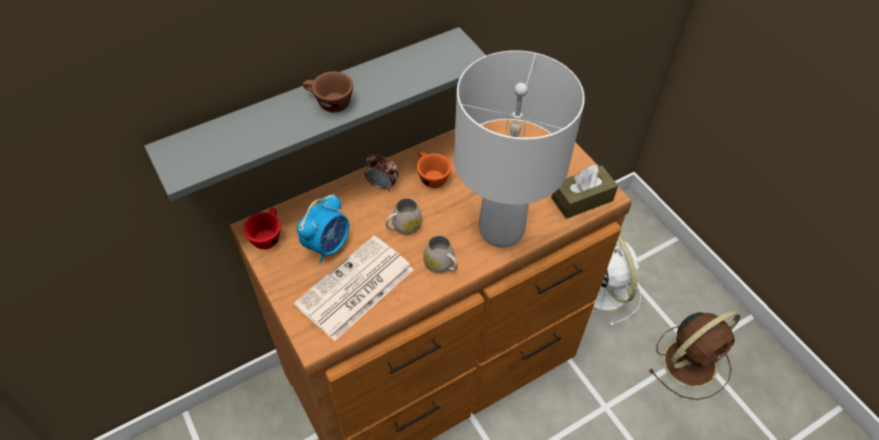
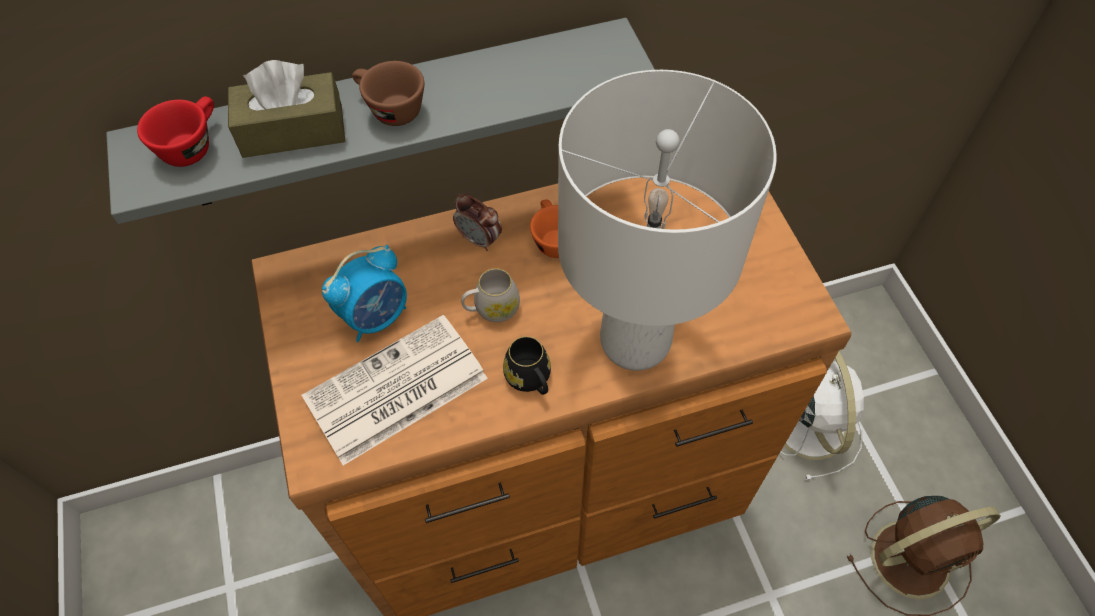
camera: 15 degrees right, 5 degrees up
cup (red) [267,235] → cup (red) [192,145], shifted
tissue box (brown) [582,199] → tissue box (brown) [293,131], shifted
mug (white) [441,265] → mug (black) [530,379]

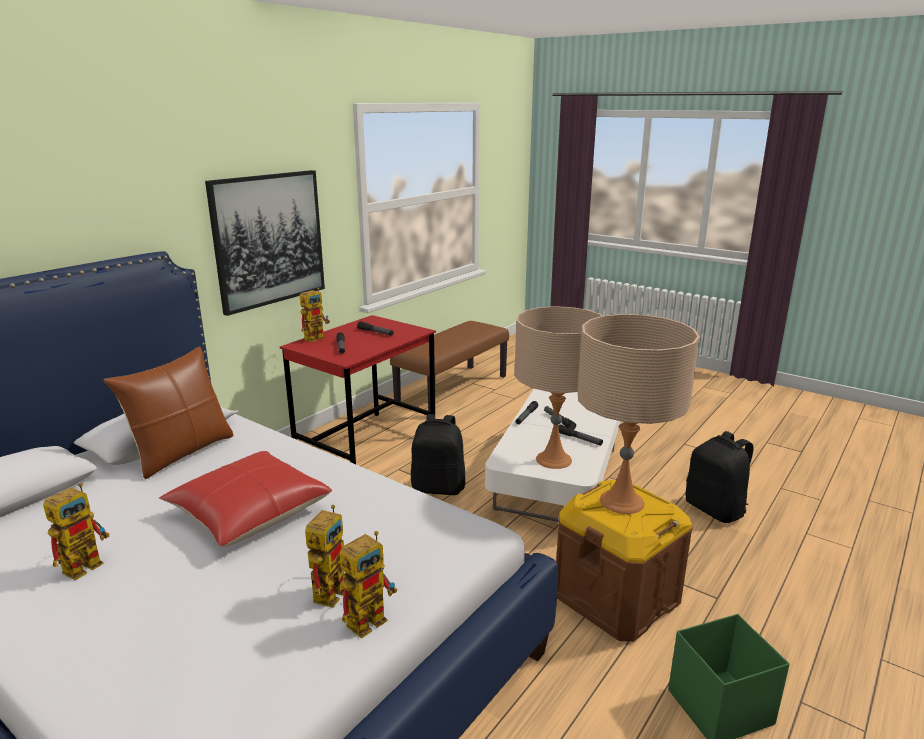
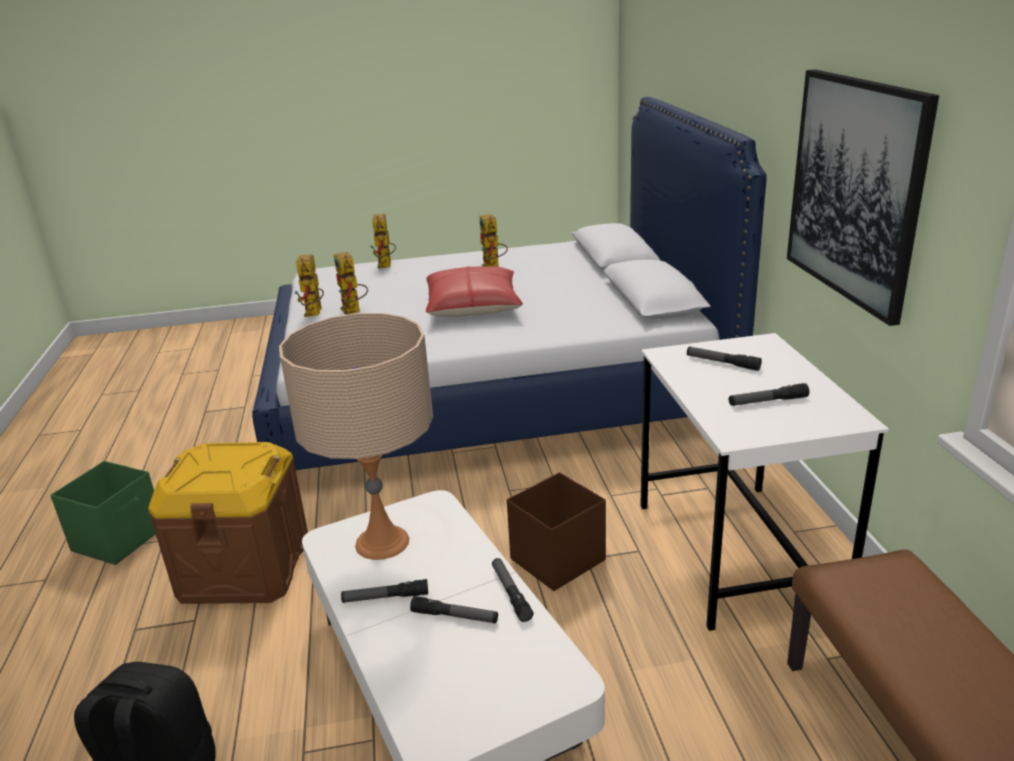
camera: 135 degrees right, 5 degrees up
toy robot [317,337] → toy robot [386,266], shifted
backpack (black) [439,487] → storage box (brown) [556,560]
desk (red) [366,445] → desk (white) [738,553]
pillow (brown) [182,452] → -
table lamp (beige) [621,501] → -

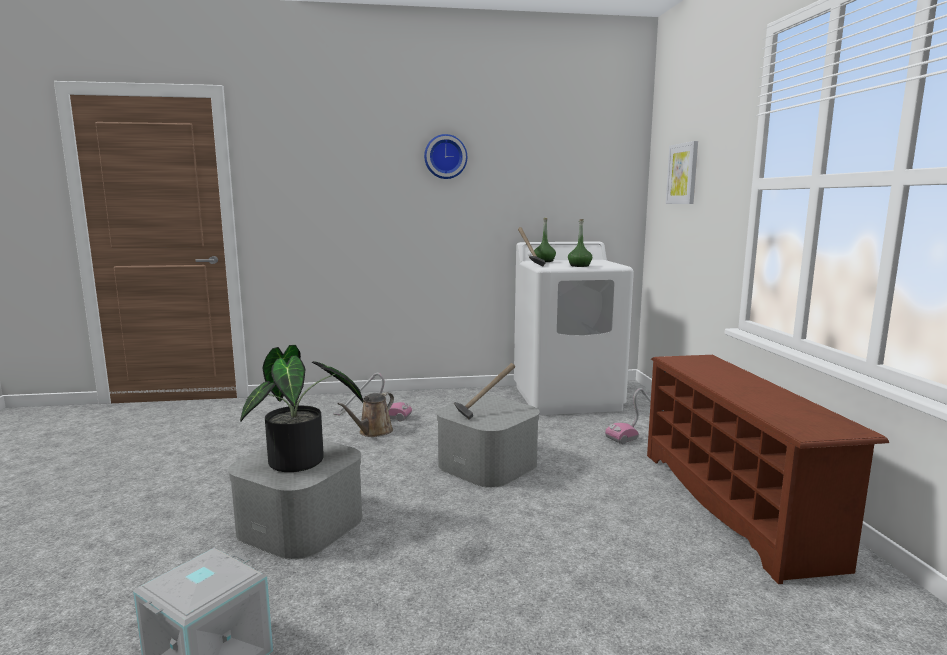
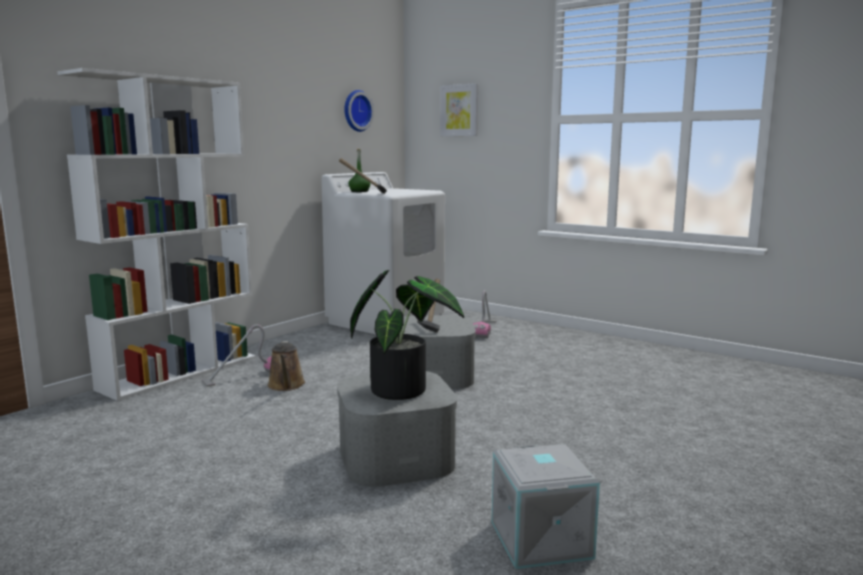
camera: 45 degrees left, 0 degrees up
- → bookcase (white) [180,372]
wall clock [445,157] → wall clock [356,111], shifted
bottle (green) [579,266] → -
shoe rack (brown) [735,505] → -

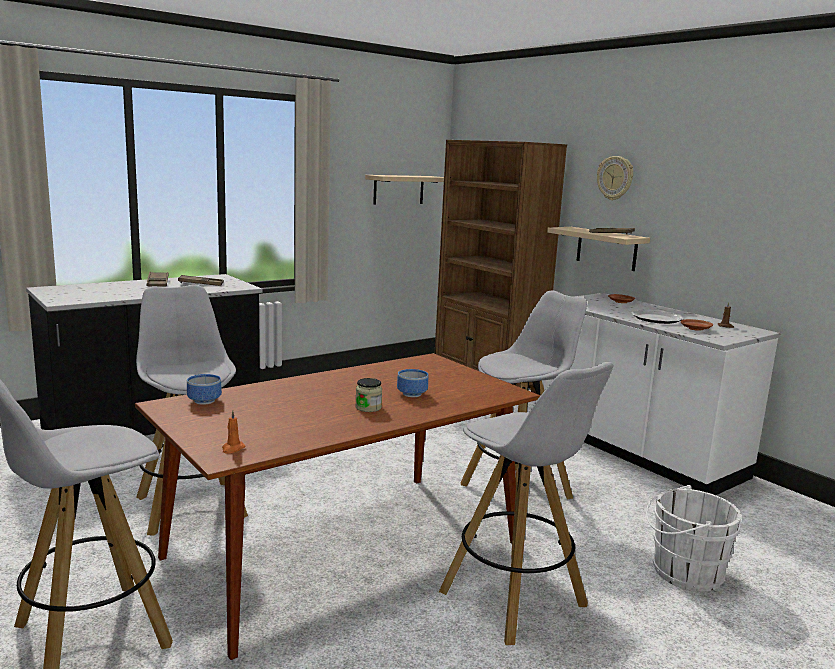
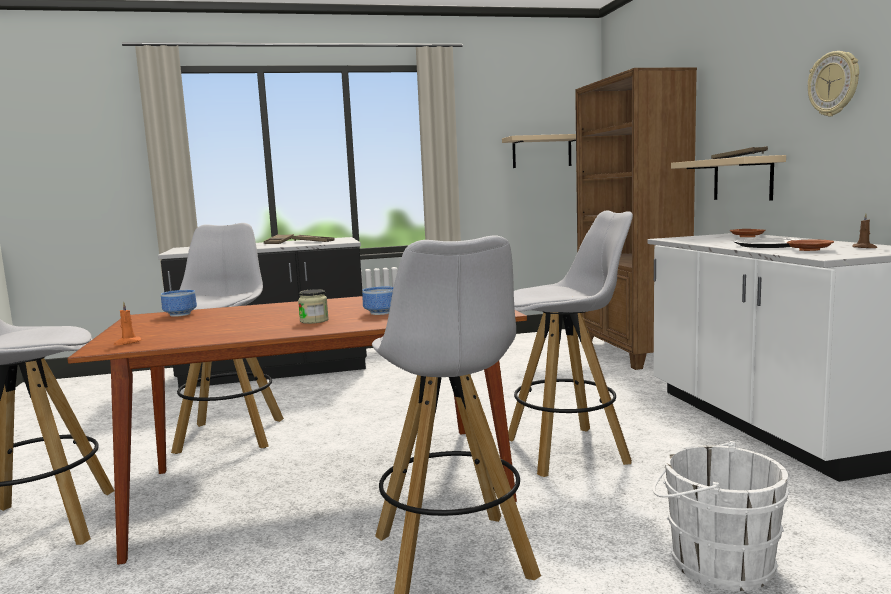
camera: 25 degrees right, 5 degrees down
wall clock [615,178] → wall clock [834,84], shifted

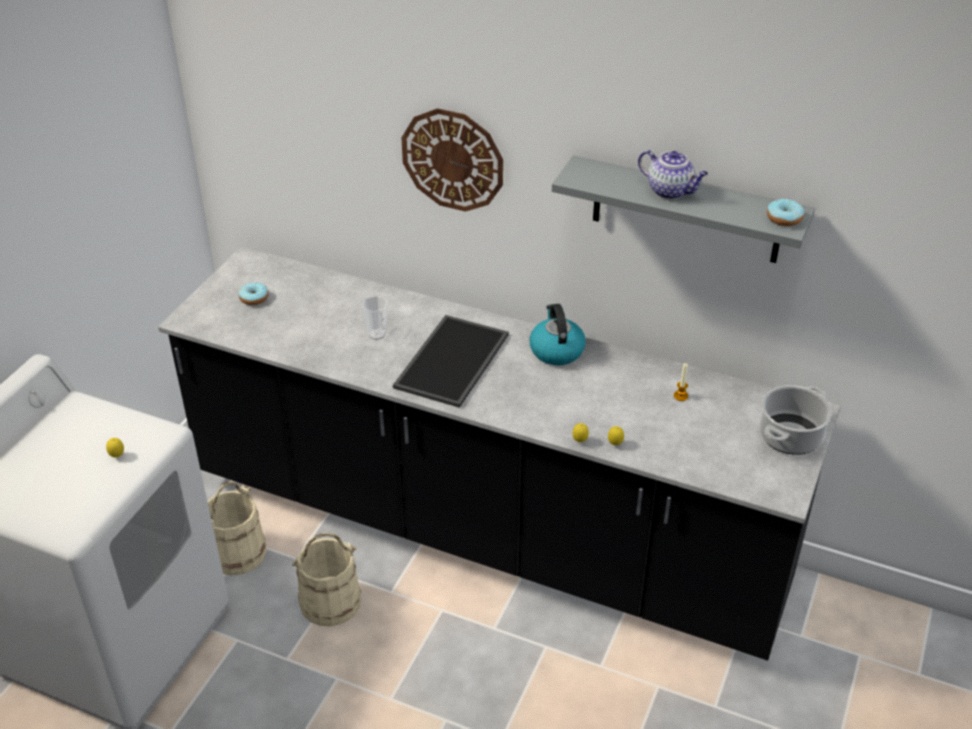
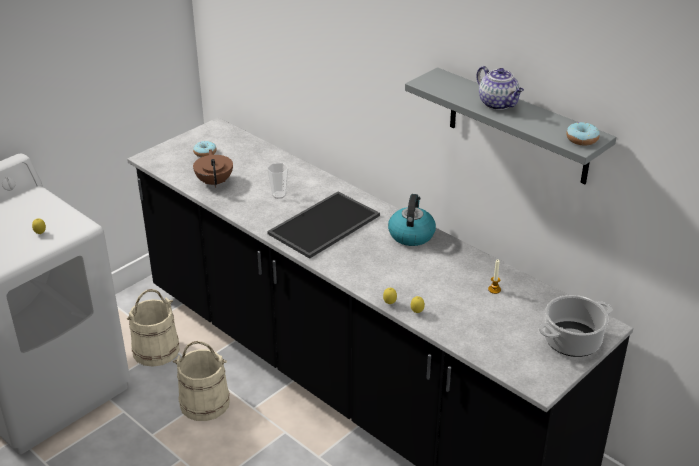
camera: 20 degrees right, 5 degrees down
- → teapot (brown) [215,182]
wall clock [453,160] → -

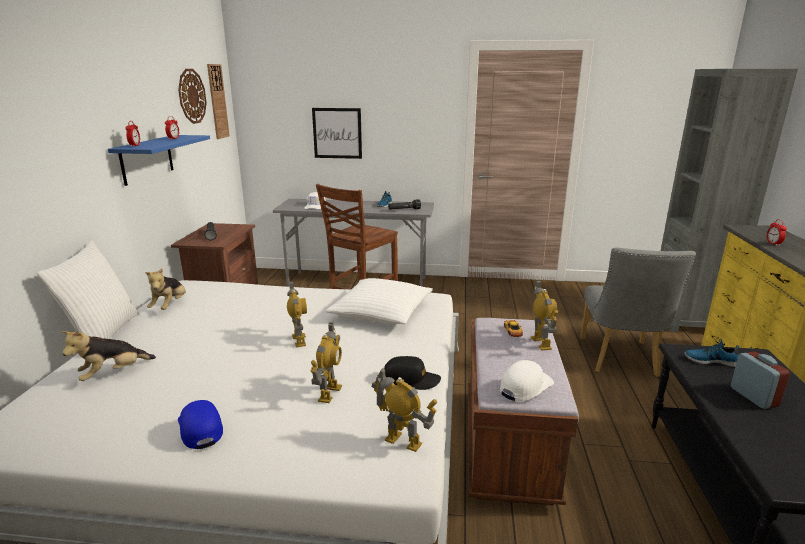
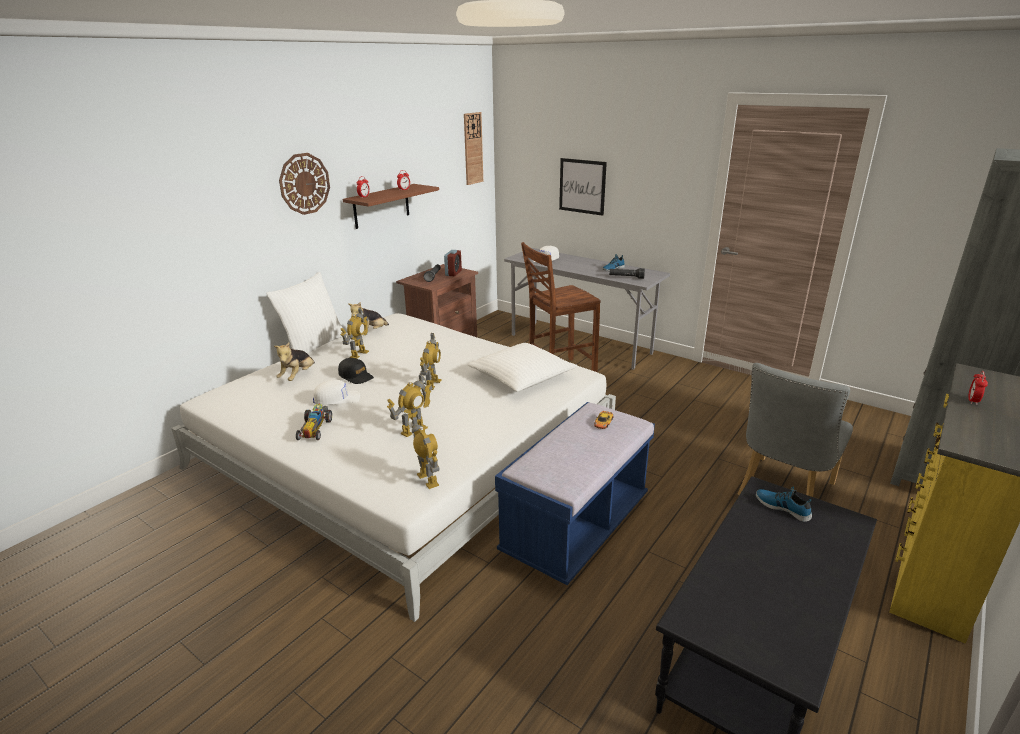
camera: 30 degrees right, 5 degrees up
plush toy [113,373] → plush toy [298,376], 60 degrees counterclockwise
wall clock [192,96] → wall clock [304,183], shifted
cap (blue) [200,428] → toy car [315,428]
cap (white) [525,386] → cap (white) [337,399], shifted
cap (black) [411,380] → cap (black) [356,376], shifted
toy robot [541,343] → toy robot [359,354], shifted
shelf (blue) [147,159] → shelf (brown) [381,206]
alarm clock [753,397] → alarm clock [453,273], shifted
bench (brown) [507,445] → bench (blue) [576,527]

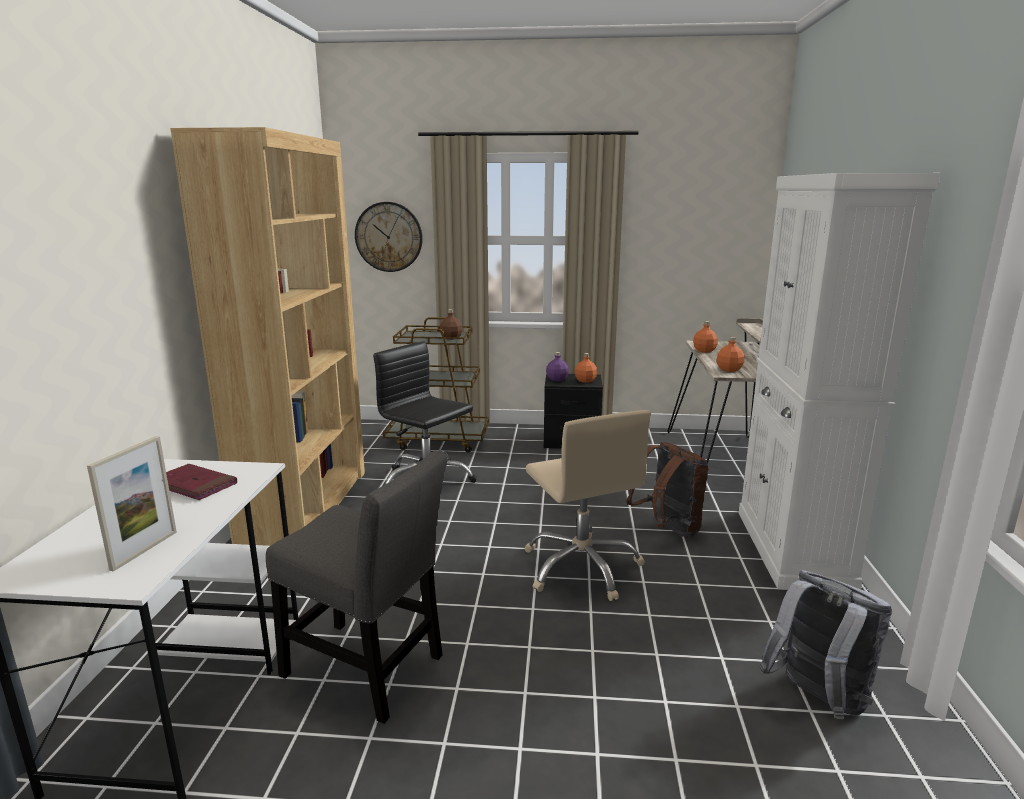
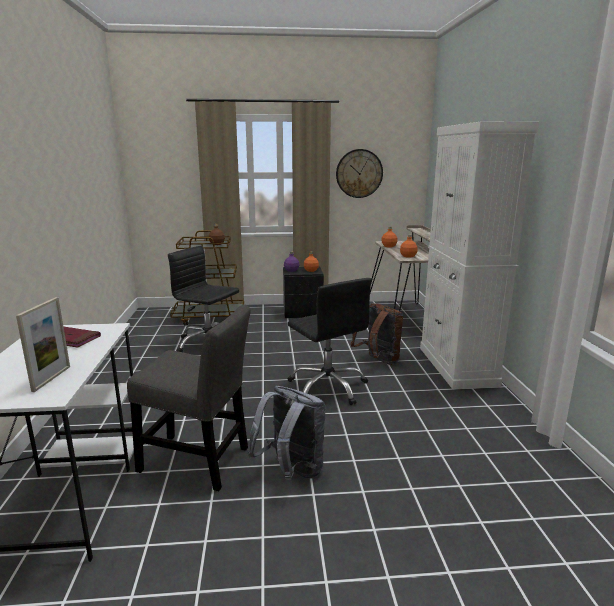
camera: 10 degrees left, 0 degrees up
backpack (grey) [817,700] → backpack (grey) [291,472], shifted
office chair (beige) [582,567] → office chair (black) [328,387]
wall clock [389,237] → wall clock [359,173], shifted
bookcase (brown) [306,504] → -

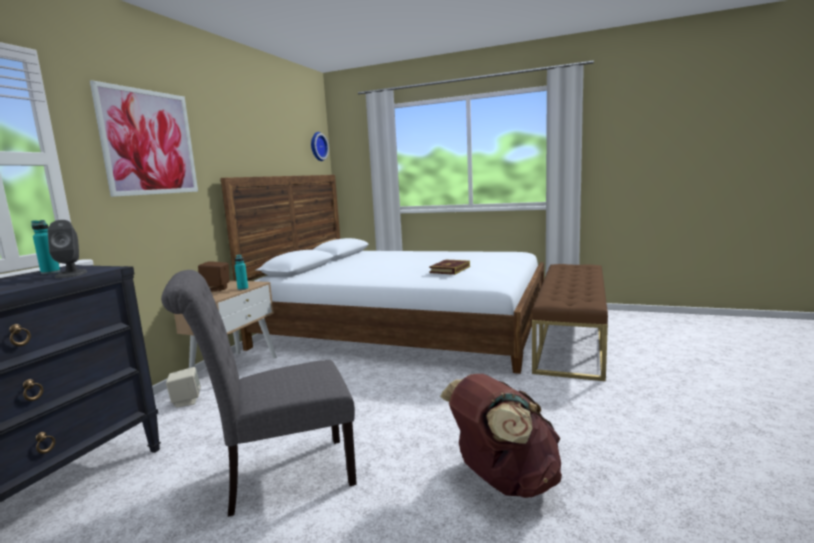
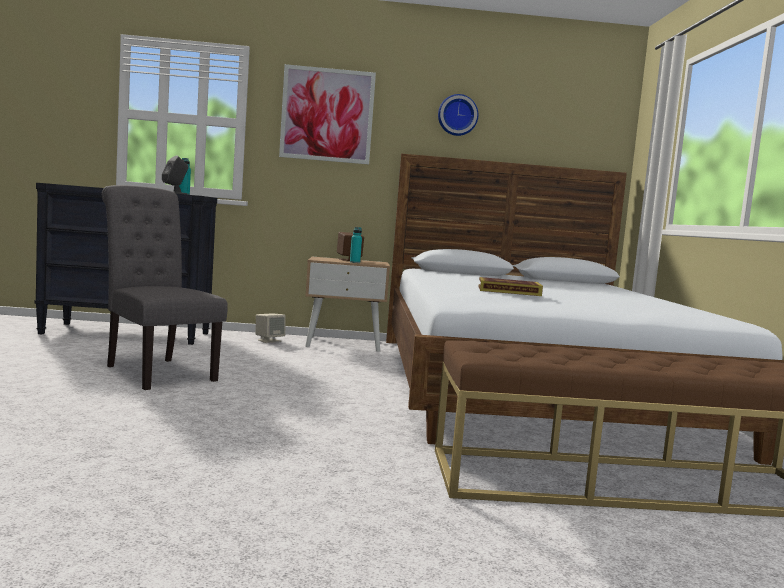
camera: 65 degrees right, 5 degrees down
wall clock [317,146] → wall clock [457,115], shifted
backpack (brown) [504,481] → -

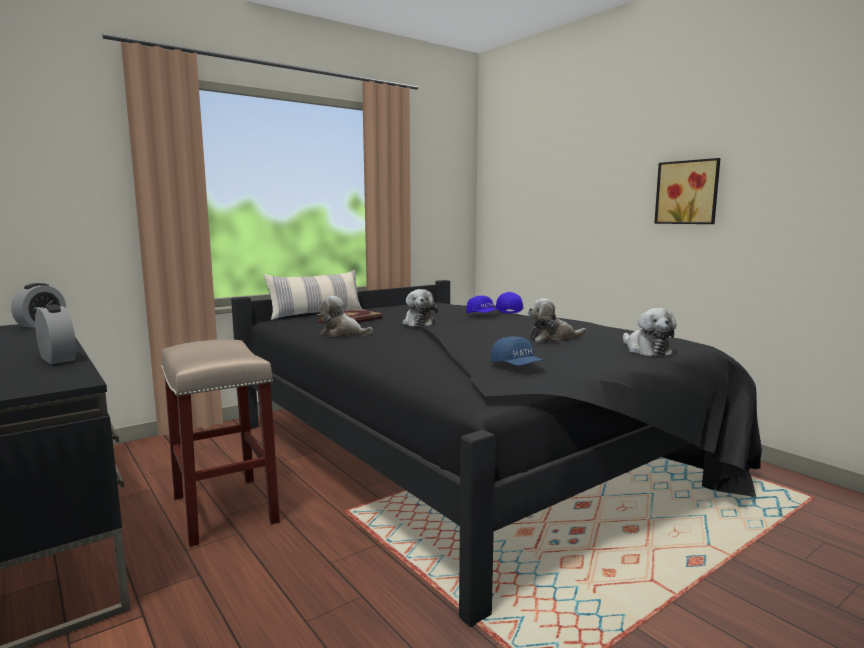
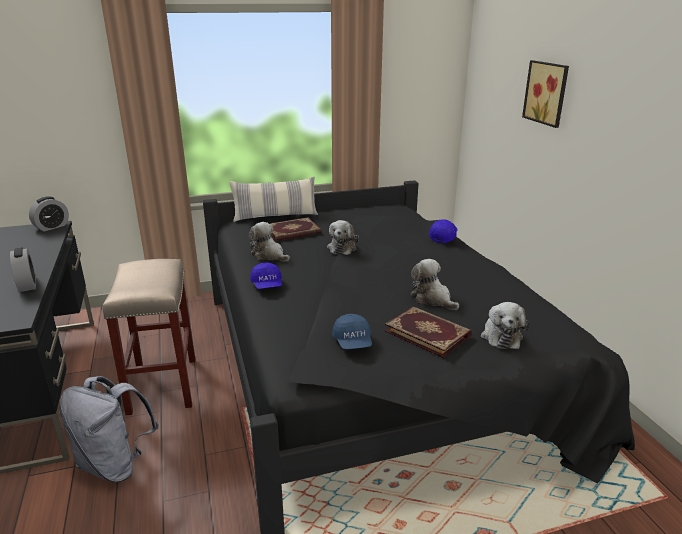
camera: 20 degrees right, 15 degrees up
- → backpack (grey) [115,464]
cap (blue) [483,315] → cap (blue) [267,285], shifted
- → book [428,333]
plush toy [553,339] → plush toy [432,299], 45 degrees clockwise
picture [688,192] → picture [547,93], shifted

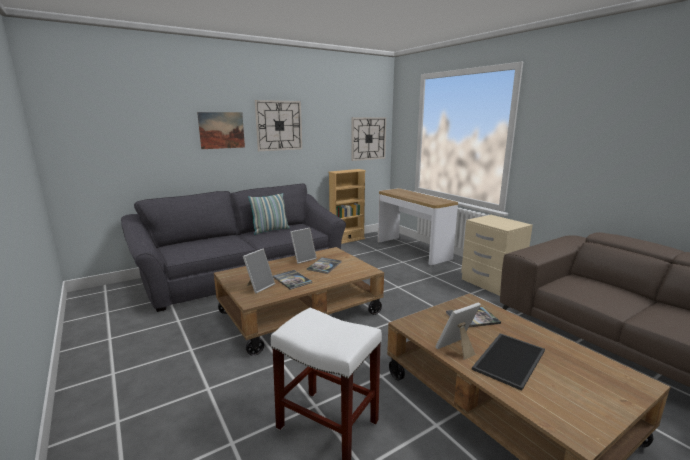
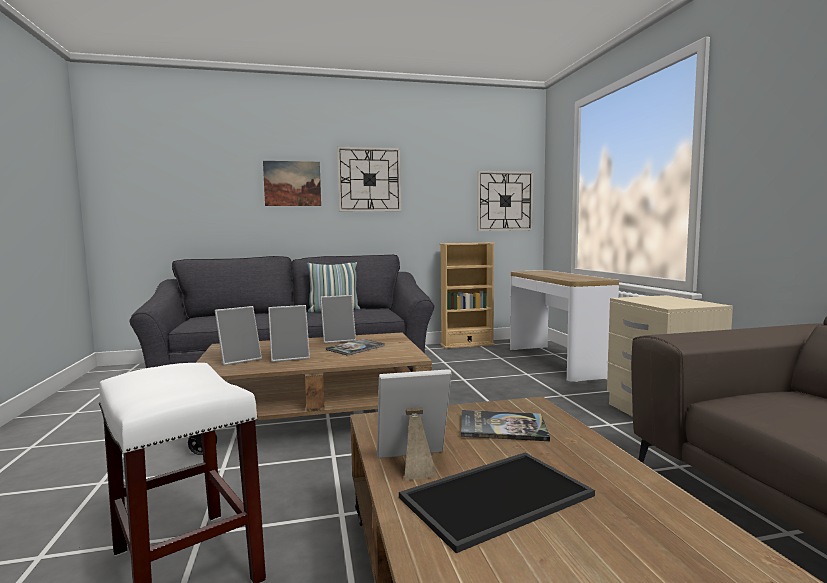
camera: 20 degrees right, 10 degrees down
book [292,280] → picture frame [290,357]

